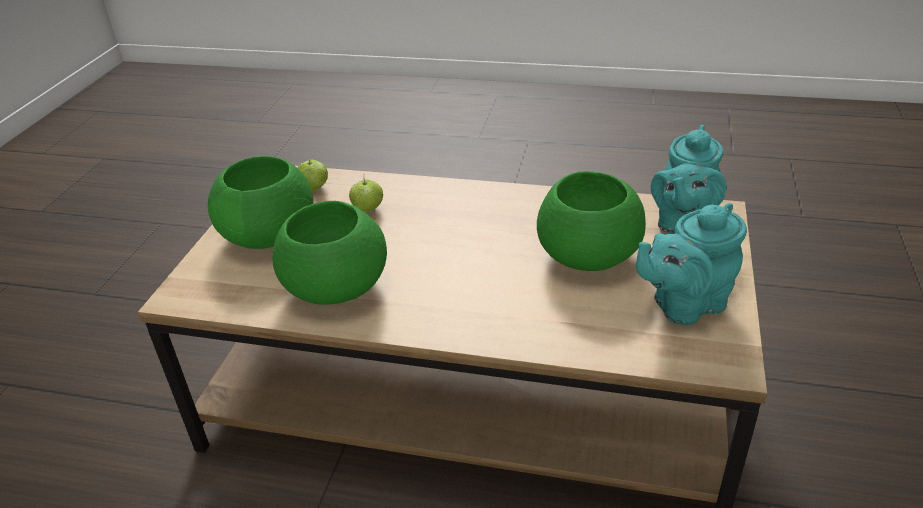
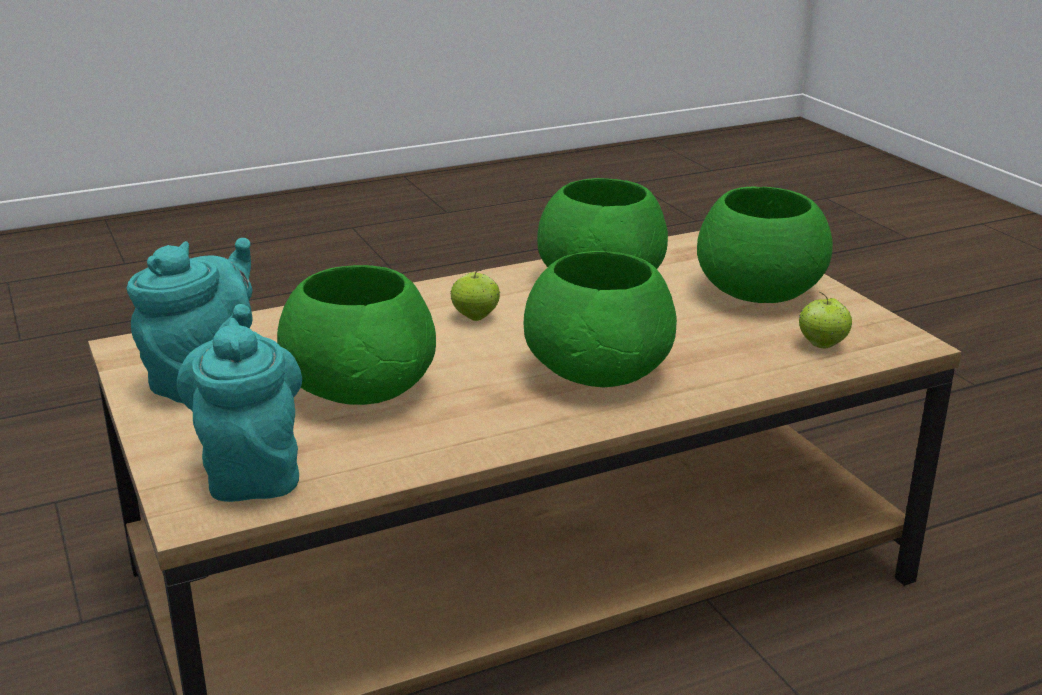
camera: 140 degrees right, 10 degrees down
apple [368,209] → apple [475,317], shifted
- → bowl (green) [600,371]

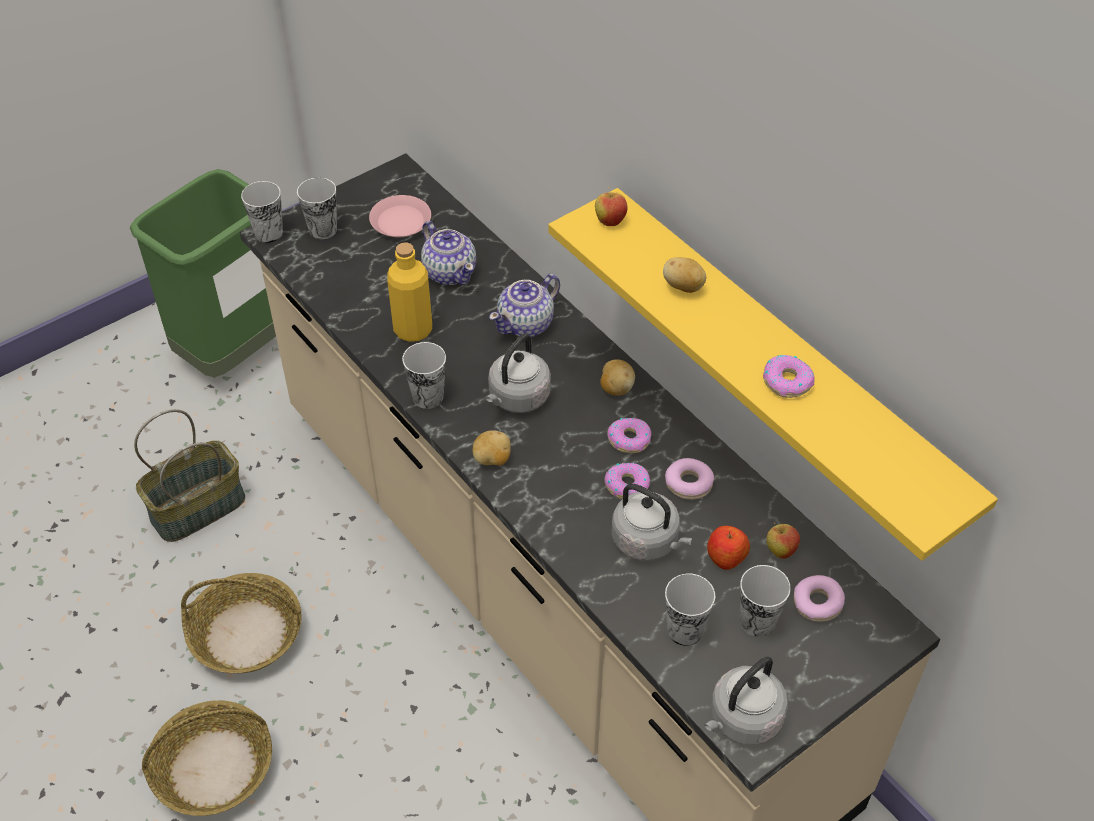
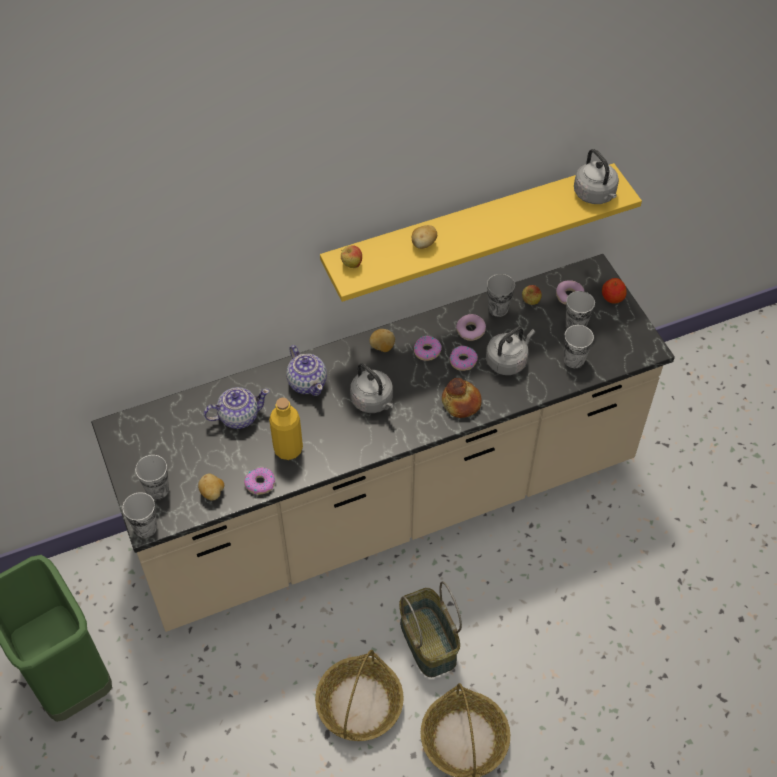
camera: 75 degrees left, 5 degrees up
potato [492,459] → potato [212,493], shifted
donut [787,381] → donut [260,483], shifted
basket [198,507] → basket [426,642], shifted
- → bread [461,402]
cup [428,397] → cup [498,308], shifted
kettle (grey) [742,720] → kettle (grey) [595,195], shifted
apple [726,556] → apple [612,297], shifted
plate (pink) [400,222] → -

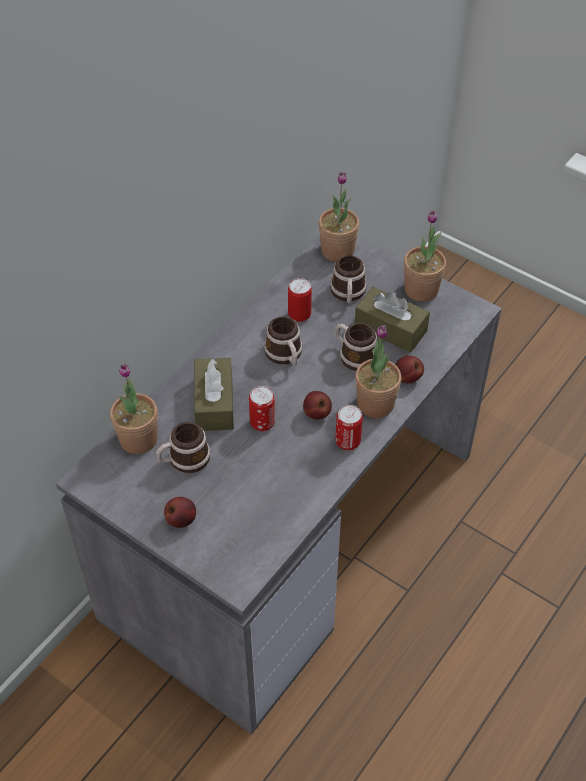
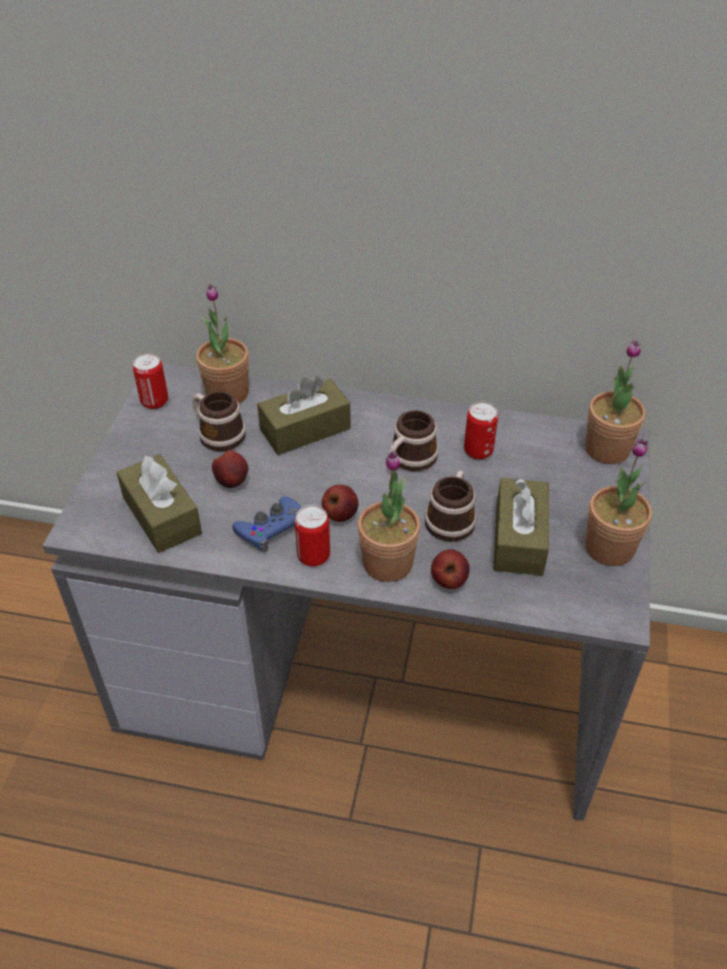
camera: 65 degrees right, 5 degrees down
- → tissue box (brown) [162,515]
can [262,423] → can [154,401], shifted
apple [181,520] → apple [232,482], shifted
- → game controller (blue) [271,529]
mug [348,294] → -

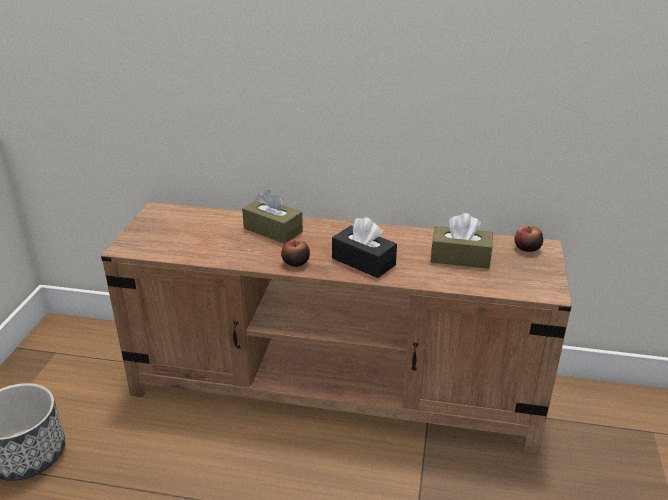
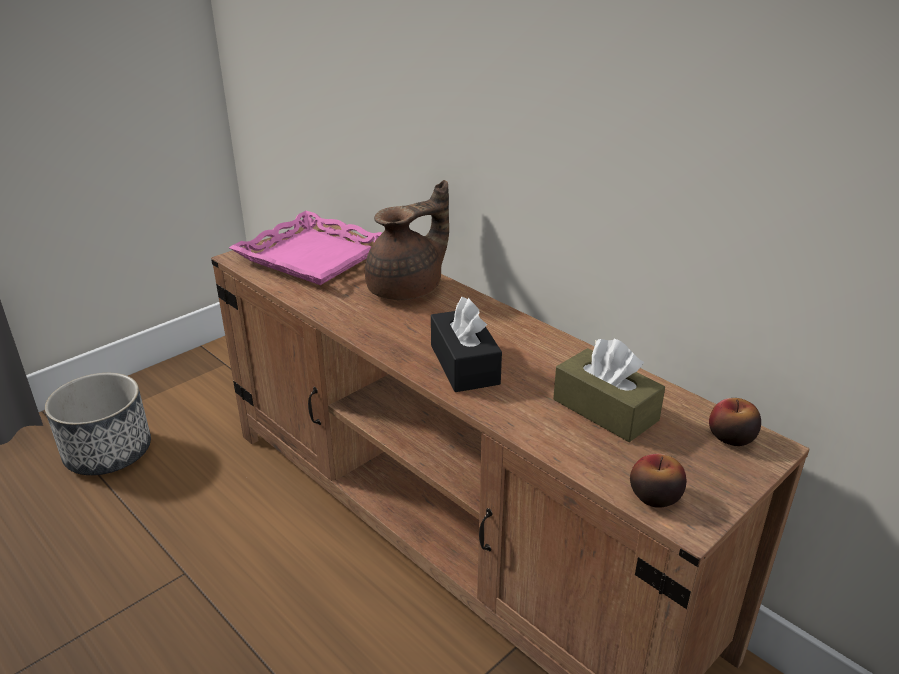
camera: 35 degrees right, 0 degrees up
- → tray (pink) [313,257]
tissue box (brown) [273,230] → teapot (brown) [408,289]
apple [295,262] → apple [654,496], shifted

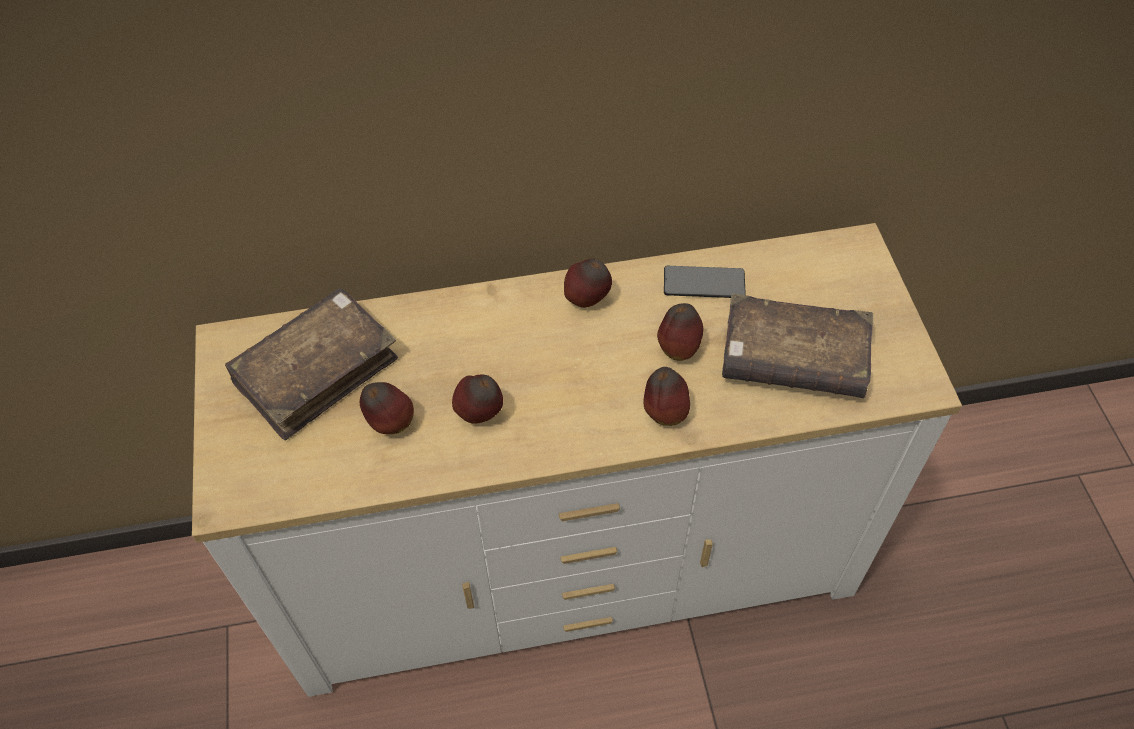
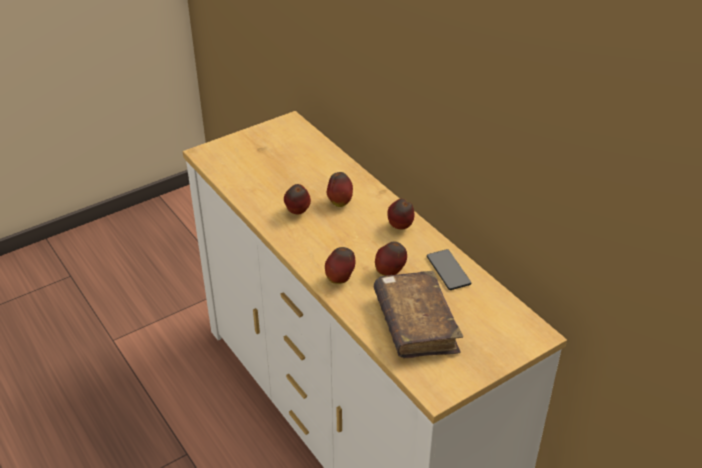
camera: 65 degrees right, 15 degrees down
apple [390,424] → apple [340,202], shifted
book (brown) [316,372] → -

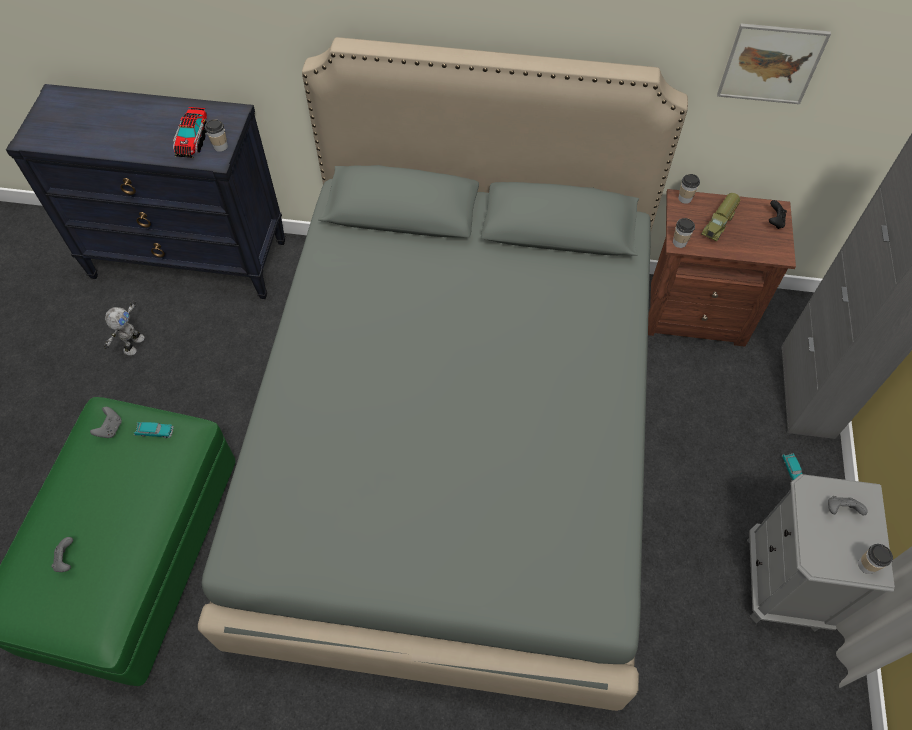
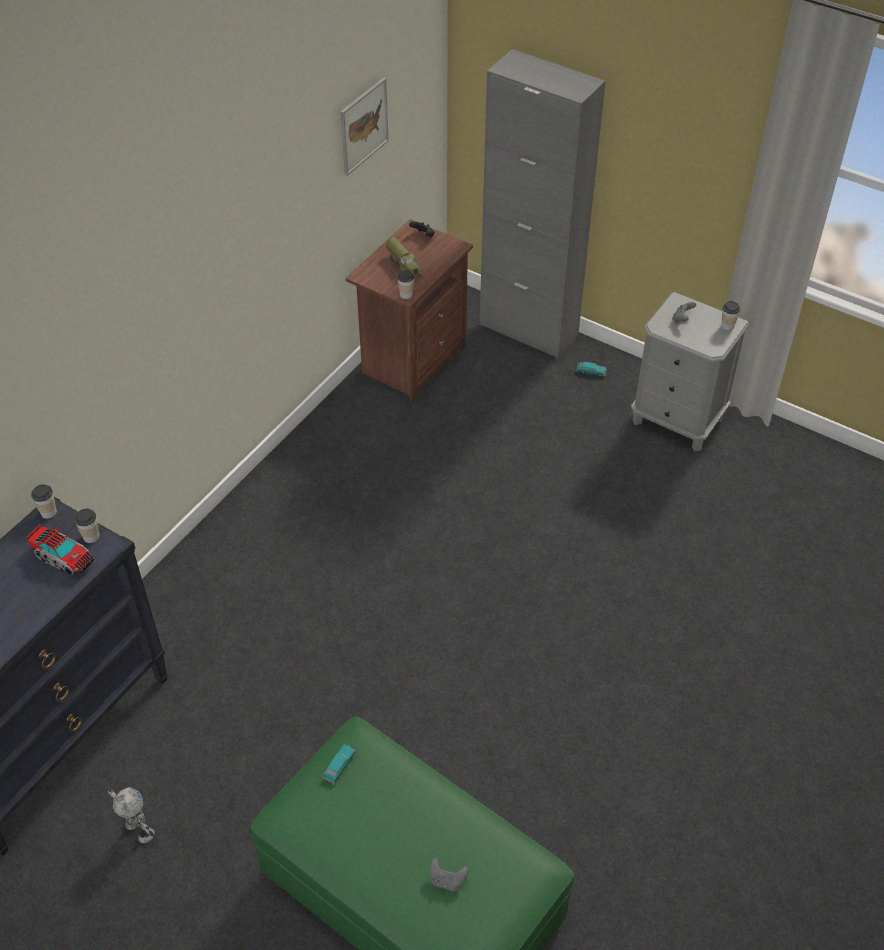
camera: 65 degrees left, 10 degrees down
cup [685,198] → cup [48,512], shifted
game controller (grey) [110,428] → -
bed (grey) [455,441] → -

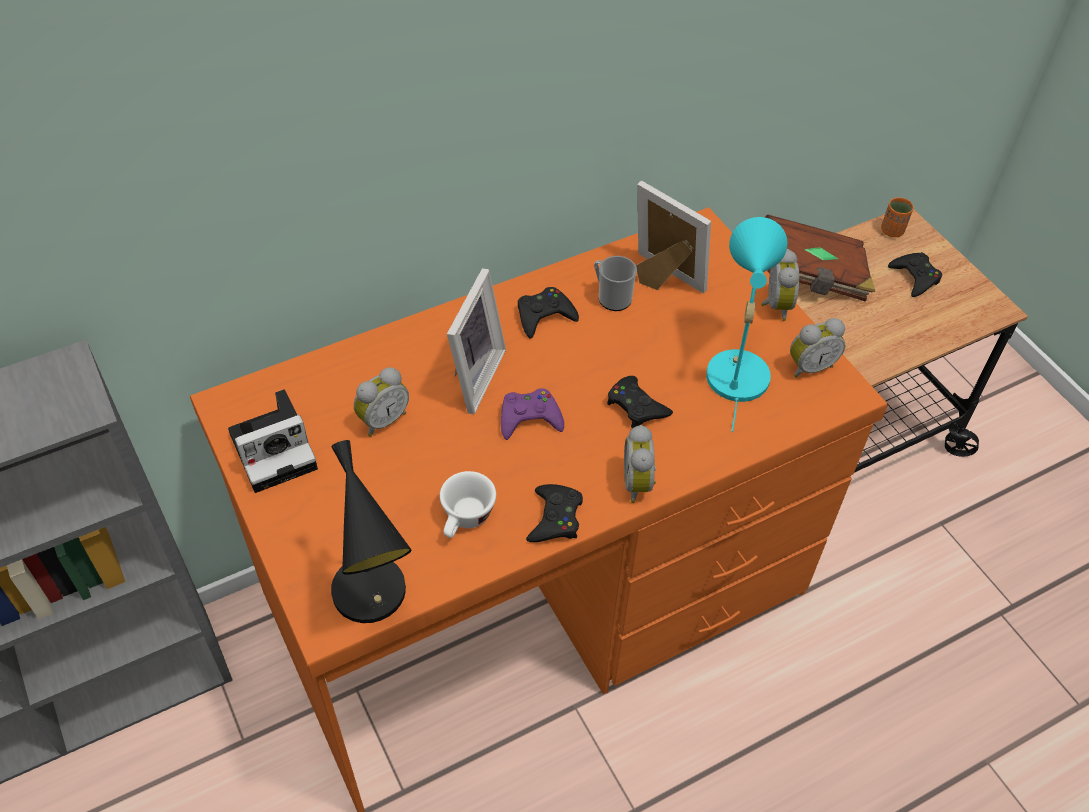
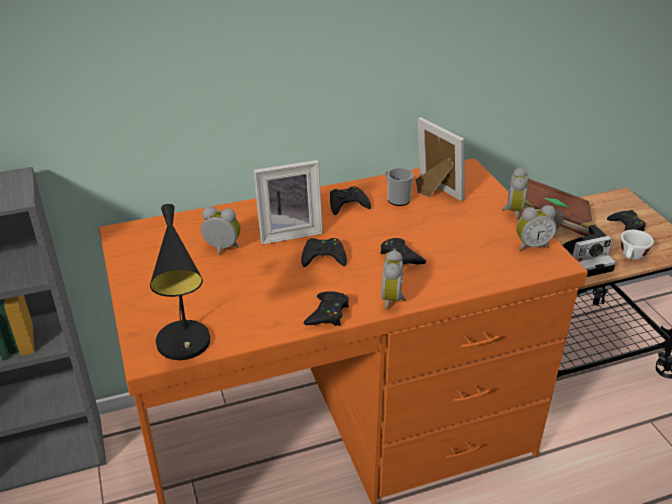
camera: 10 degrees right, 15 degrees down
alarm clock [382,420] → alarm clock [222,249], 135 degrees counterclockwise
picture frame [471,376] → picture frame [289,232], 45 degrees clockwise
game controller (purple) [529,418] → game controller (black) [323,257]
photo camera [276,449] → photo camera [585,260], shifted
cup (white) [466,520] → cup (white) [631,256], shifted
table lamp (turquoise) [736,369] → -
cup (orange) [892,231] → -

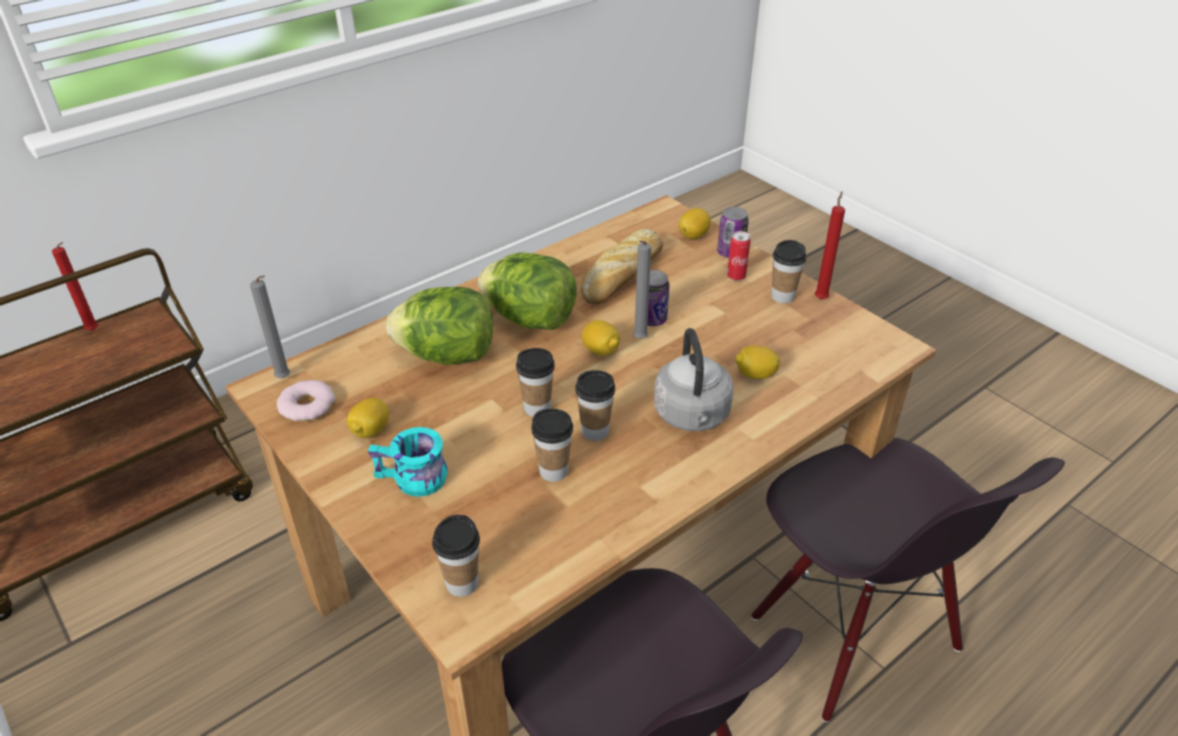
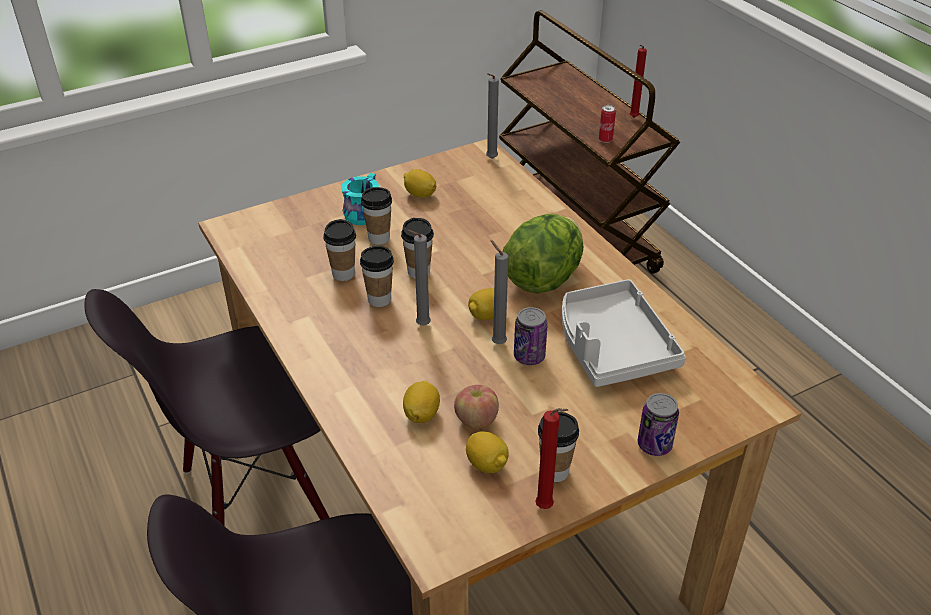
camera: 100 degrees right, 0 degrees up
cup [462,583] → cup [379,238], shifted
- → candle (grey) [420,325]
- → apple [476,420]
lemon [693,235] → lemon [487,464], shifted
bread [622,275] → tray (grey) [612,346]
can [736,276] → can [605,140], shifted
donut [307,405] → -
lettuce [448,355] → -
kettle (grey) [692,416] → -

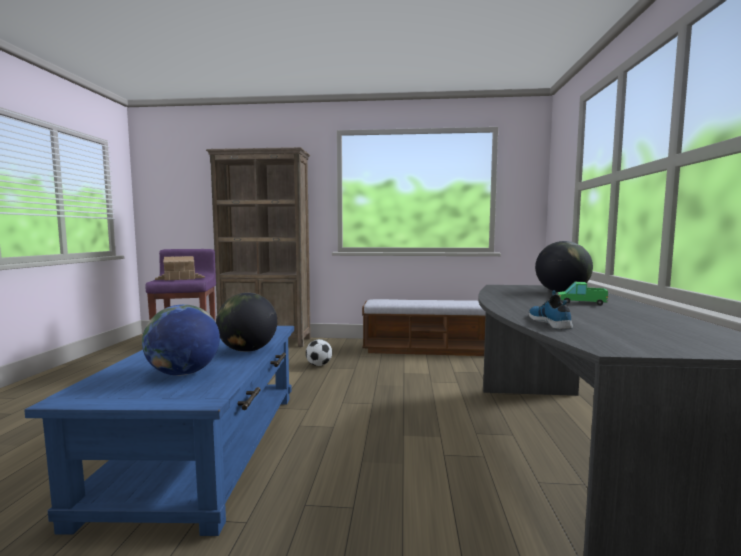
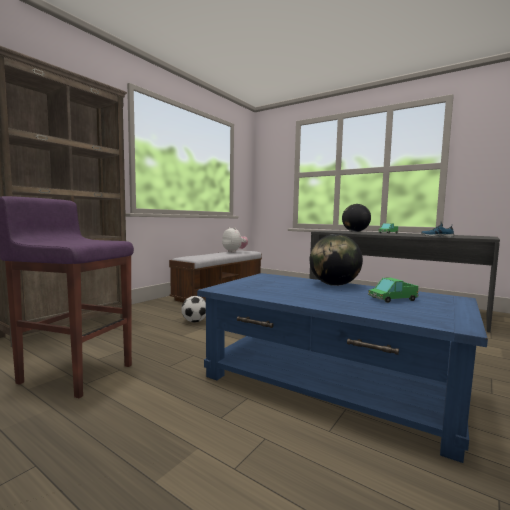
camera: 60 degrees left, 0 degrees up
- → plush toy [234,252]
globe [183,373] → toy truck [392,299]
toy house [180,278] → -

